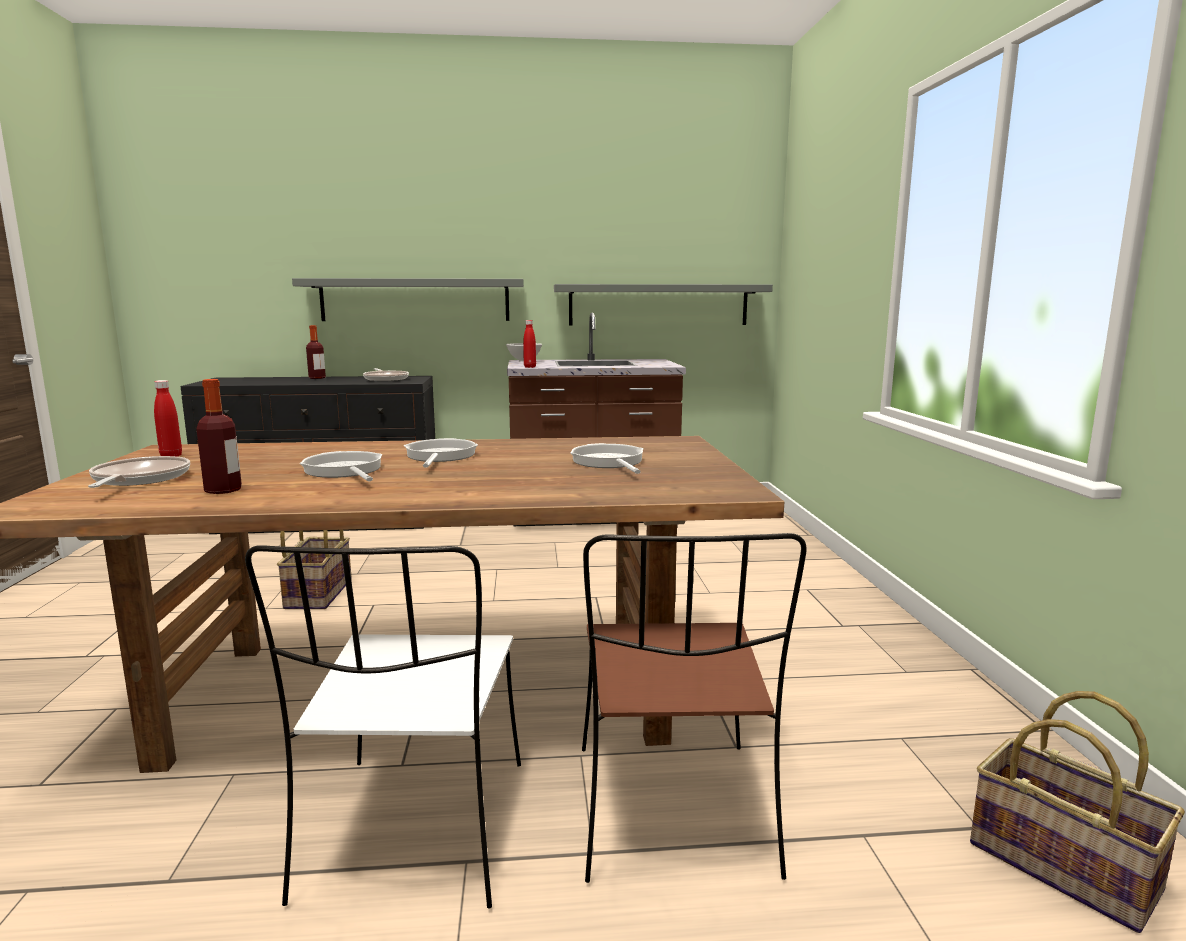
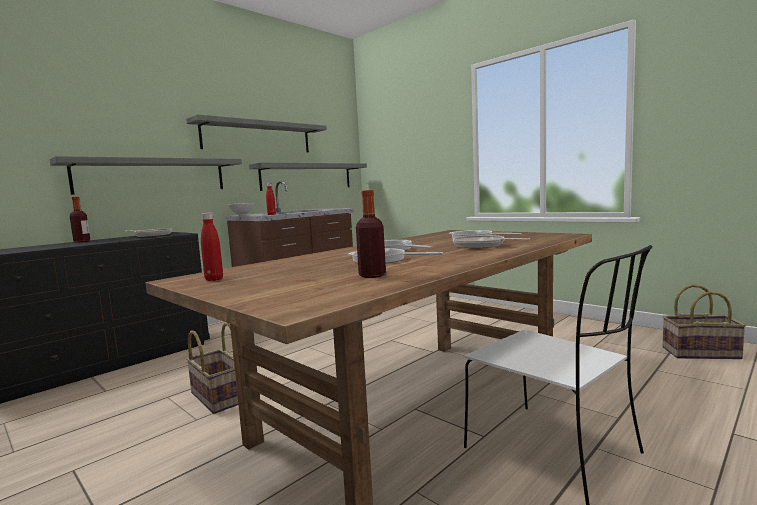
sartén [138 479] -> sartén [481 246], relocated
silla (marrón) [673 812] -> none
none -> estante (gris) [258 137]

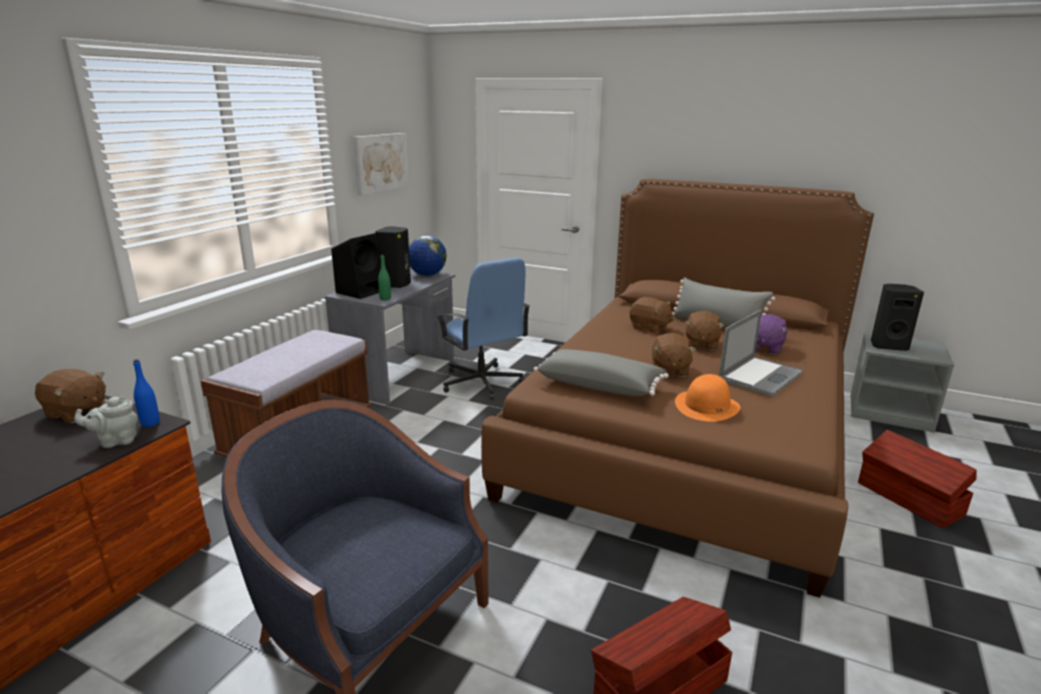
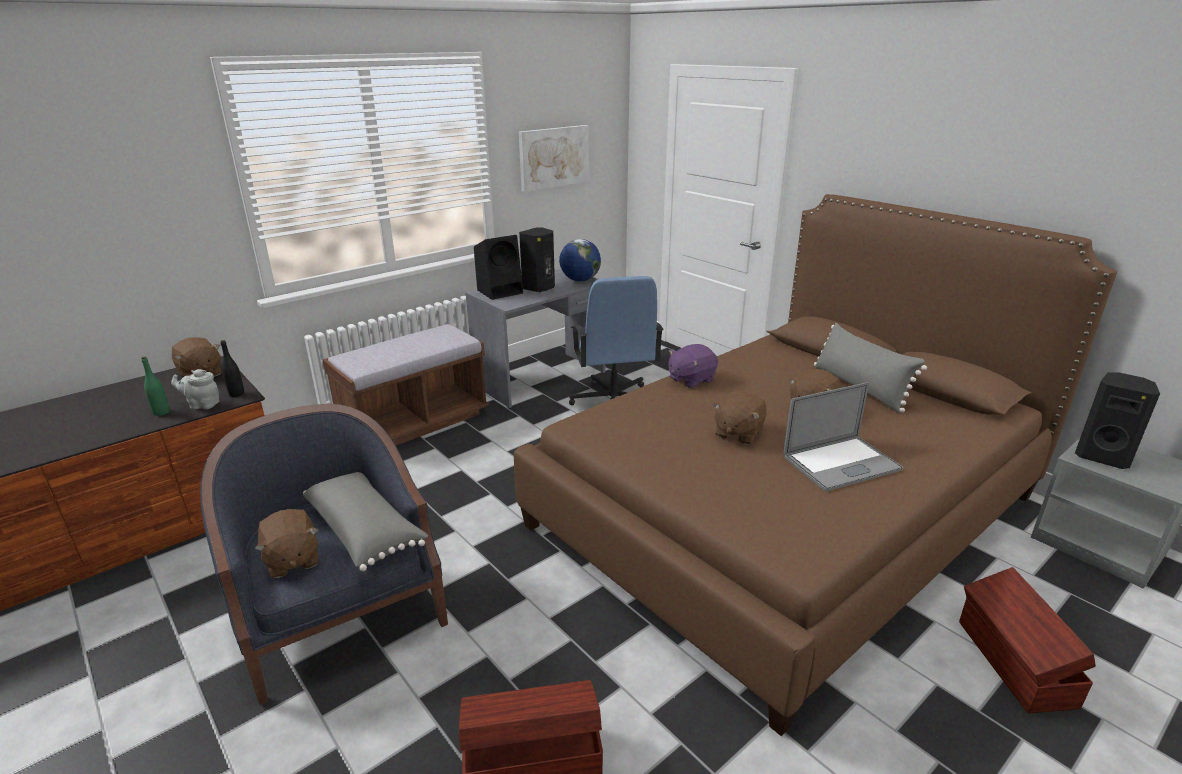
botella (azul) [150 423] -> botella (negro) [236 394]
botella (verde) [385 299] -> botella (verde) [161 412], relocated
cojín (gris) [600 385] -> cojín (gris) [365 531], relocated
peluche (marrón) [649 327] -> peluche (marrón) [292 560], relocated
sombrero (naranja) [707 406] -> none
peluche (morado) [764 348] -> peluche (morado) [690 380], relocated

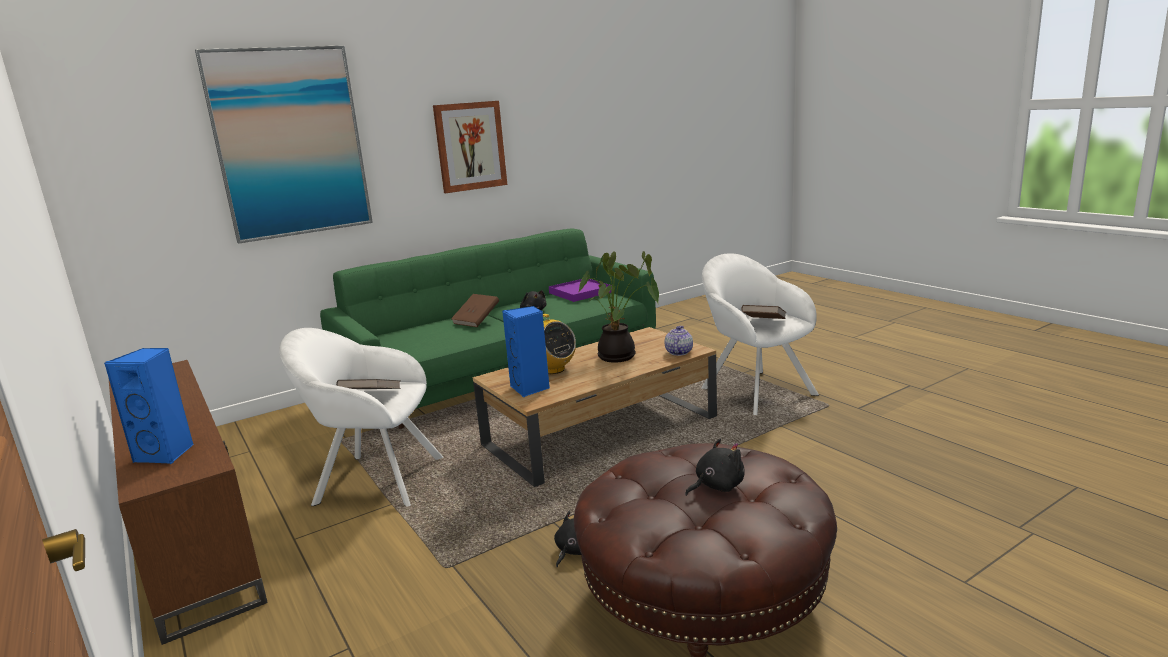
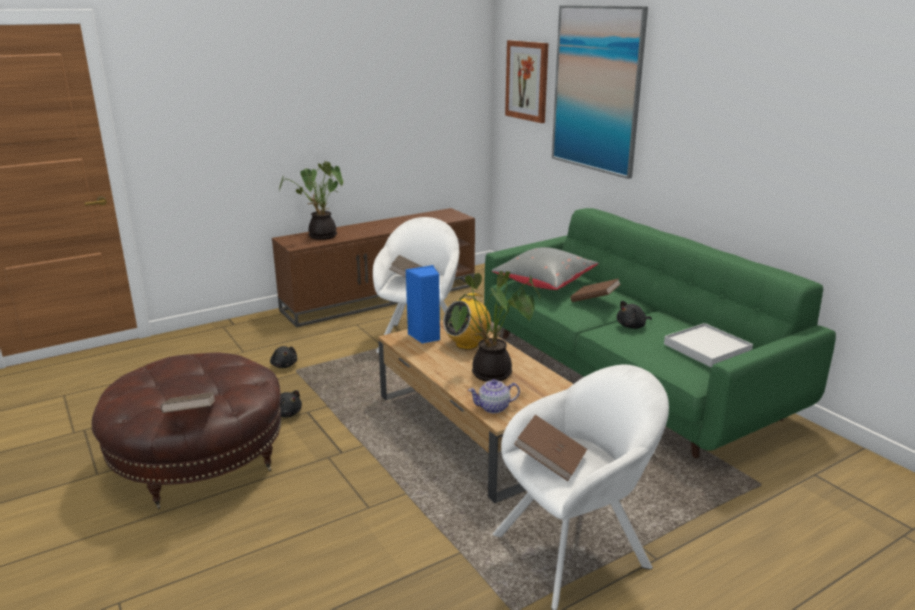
altavoz (azul) [167 454] -> planta en maceta [320 236]
cuadro [470 146] -> cuadro [527 81], relocated
bandeja (morado) [580 292] -> bandeja (blanco) [707 348]
tetera [678 352] -> tetera [494 408], 150 degrees clockwise
peluche (negro) [716 486] -> peluche (negro) [284 365], relocated
none -> libro (marrón) [191 415]
none -> cojín (gris) [544 283]

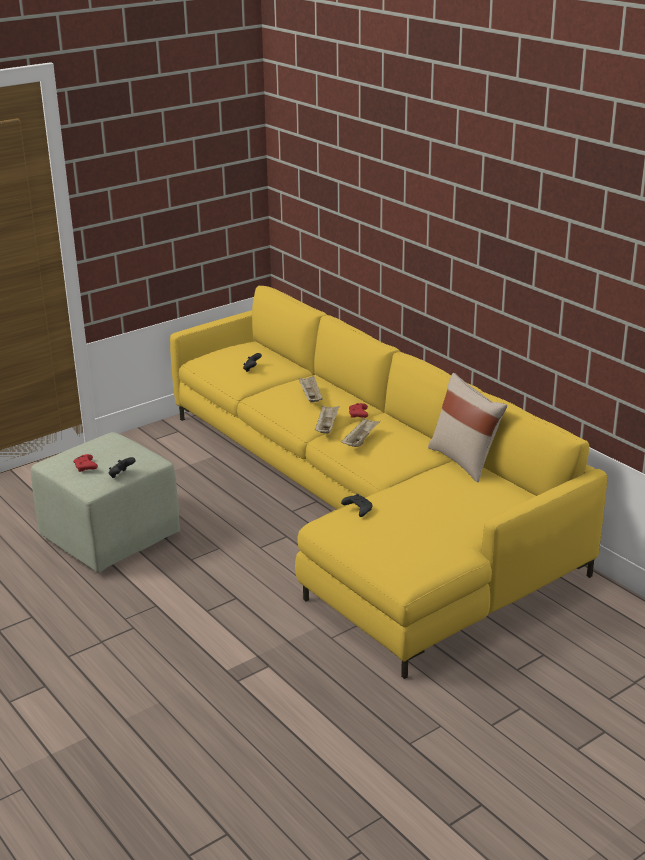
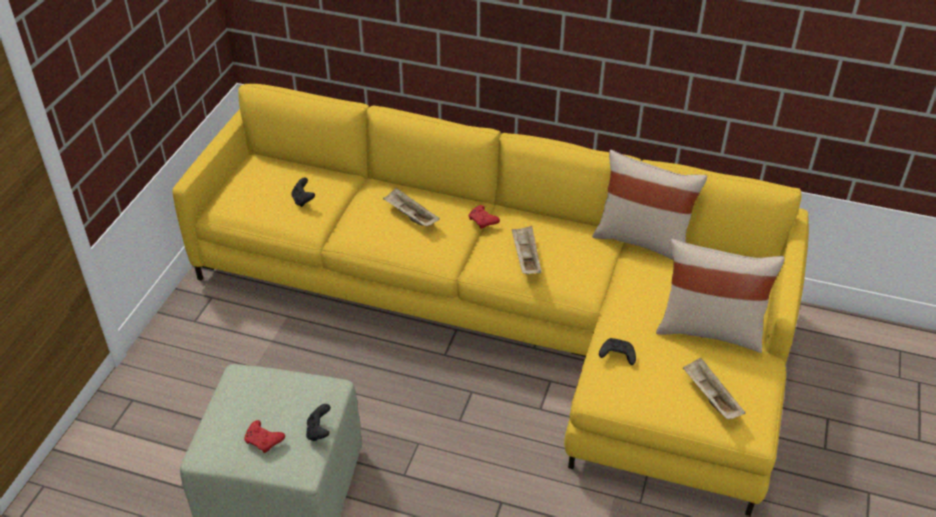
bandeja (beis) [326 427] -> bandeja (beis) [709 397], relocated
none -> cojín (beis) [709 329]

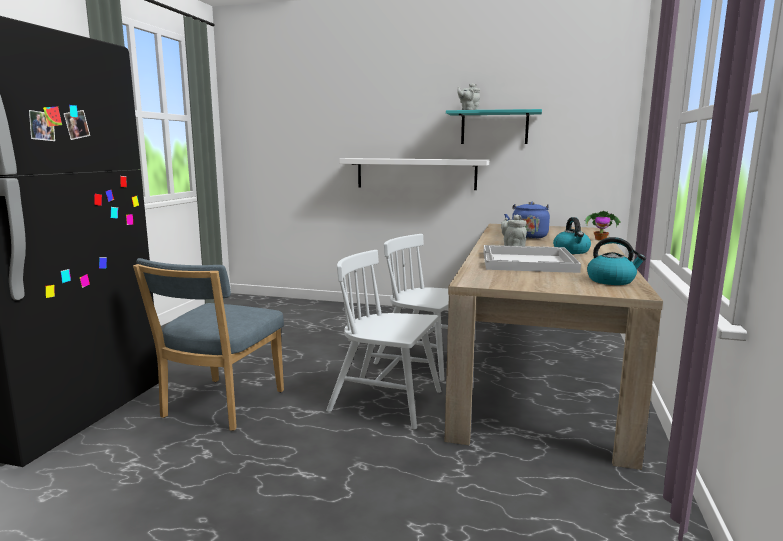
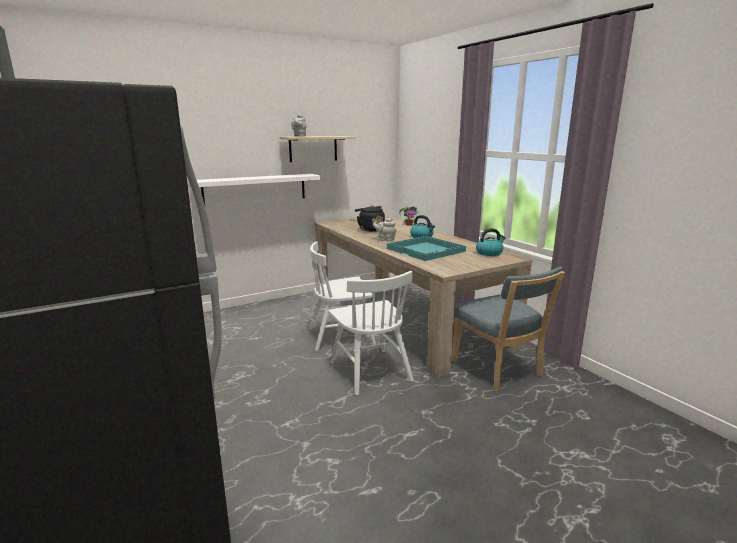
silla (azul) [220 406] -> silla (azul) [498 371], relocated
silla (blanco) [386 401] -> silla (blanco) [370 371], 90 degrees counterclockwise
estante (turquesa) [494 128] -> estante (beis) [313 148]
bandeja (blanco) [528 262] -> bandeja (turquesa) [426 250]
hervidor (azul) [528 236] -> hervidor (negro) [370 230]

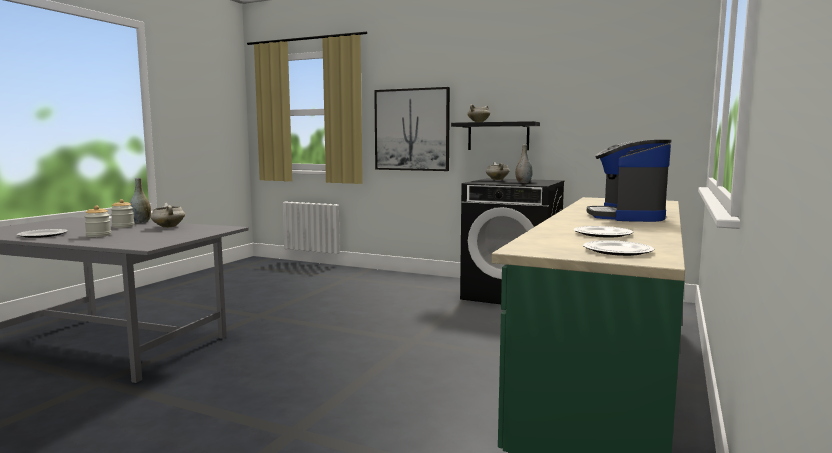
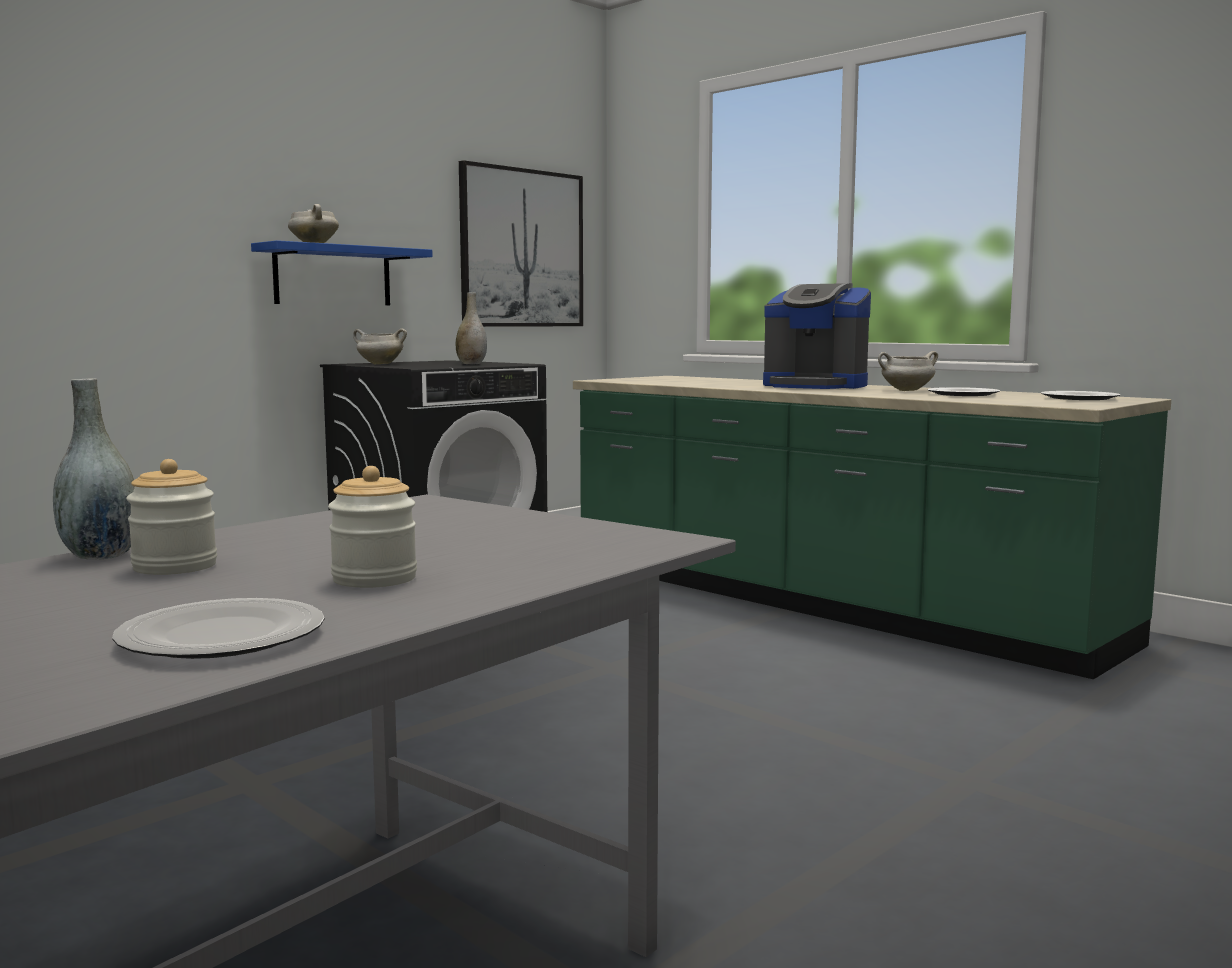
olla (blanco) [168 227] -> olla (blanco) [906 390], relocated
cuadro [411 129] -> cuadro [522 248], relocated
estante (negro) [498 136] -> estante (azul) [333 276]

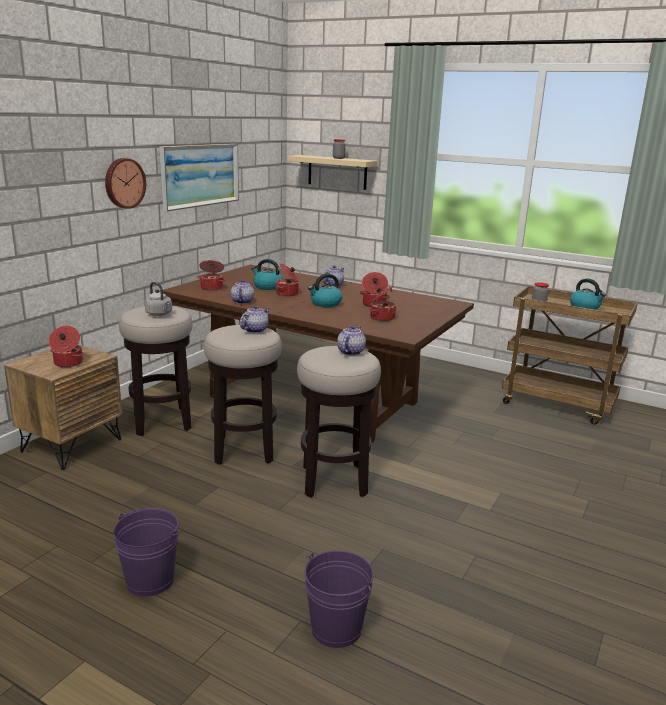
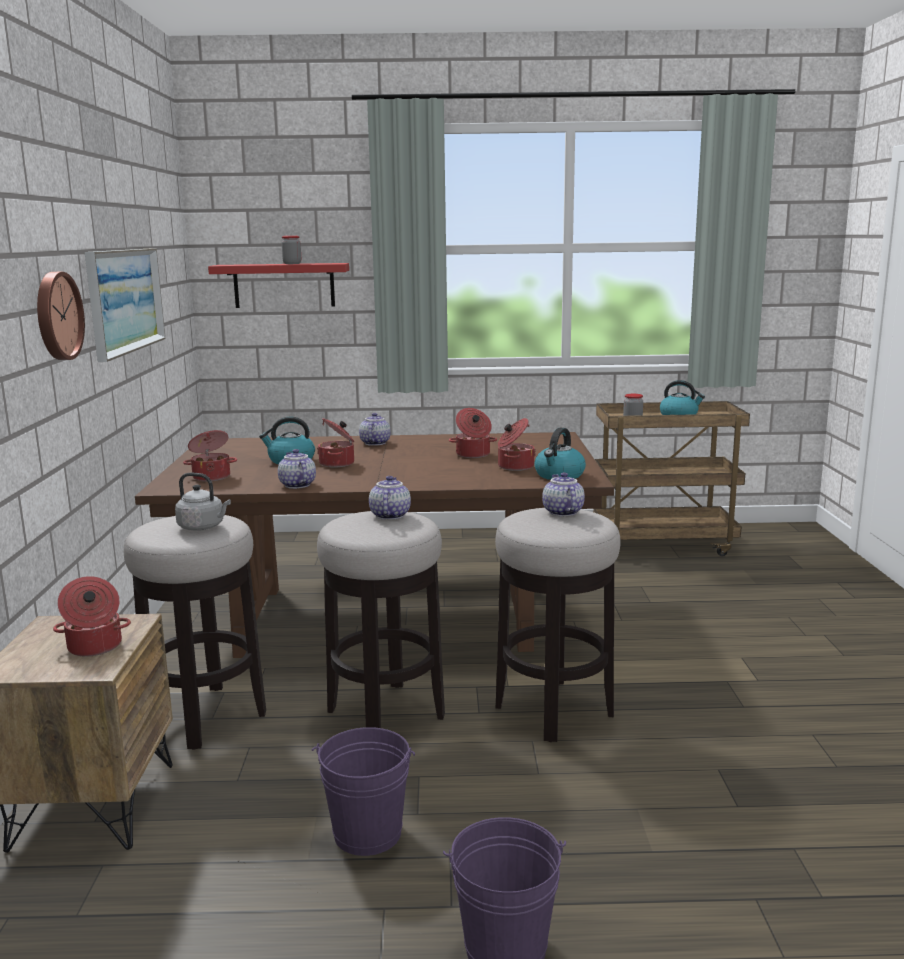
estante (beis) [337 172] -> estante (rojo) [284 285]
cubo (morado) [336 628] -> cubo (morado) [367 833], relocated
hervidor [325 303] -> hervidor [559 475], relocated

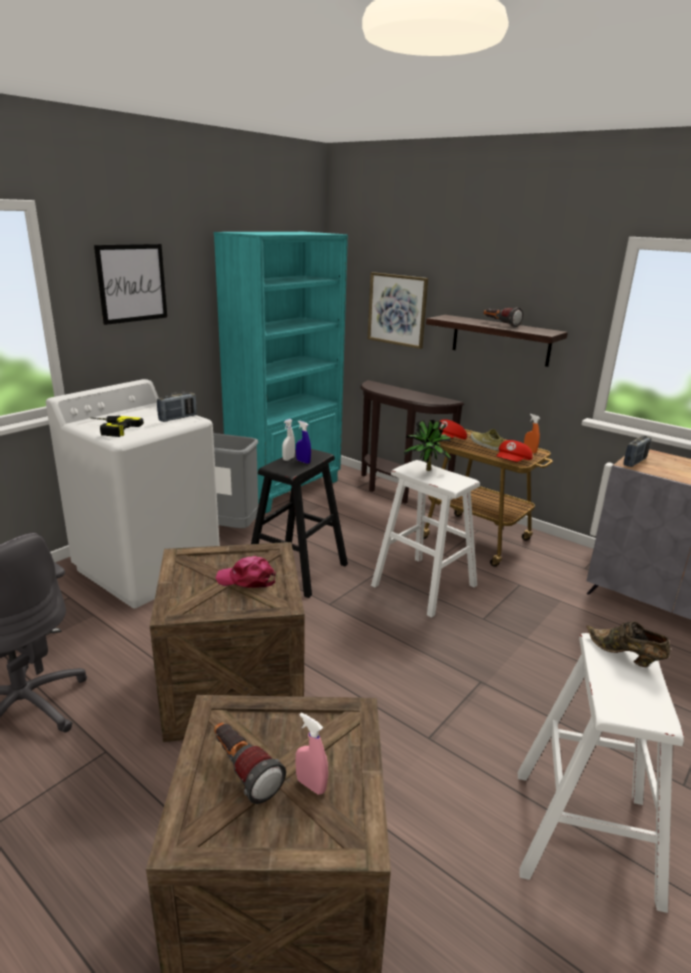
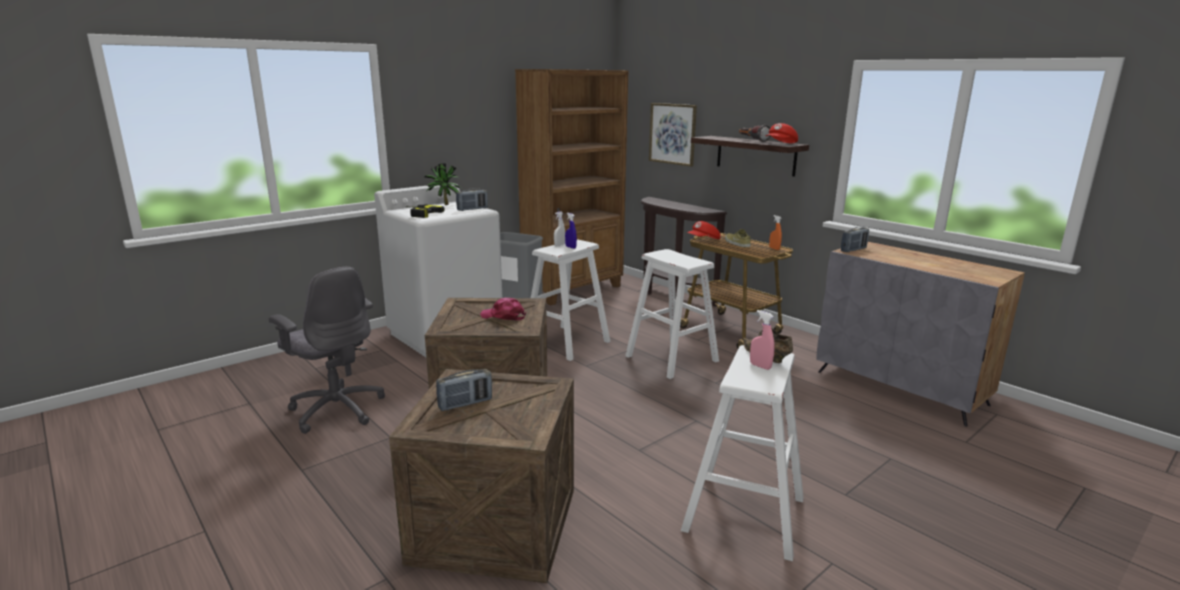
cuadro [132 283] -> none
estantería (turquesa) [286 489] -> estantería (marrón) [574 290]
linterna [243 771] -> radio [465 404]
taburete (negro) [297 569] -> taburete (blanco) [566 342]
pulverizador (rosa) [311 785] -> pulverizador (rosa) [760 366], relocated
planta en maceta [426 471] -> planta en maceta [444 205], relocated
gorra (rojo) [513 463] -> gorra (rojo) [781 144], relocated

